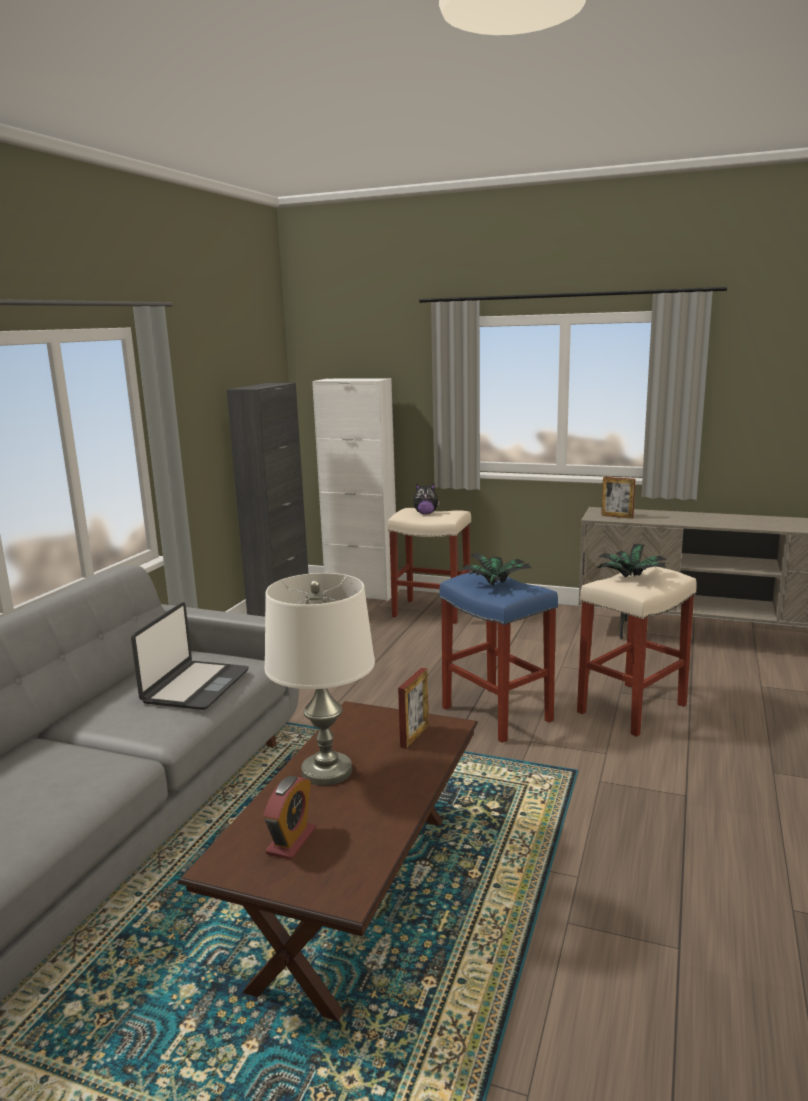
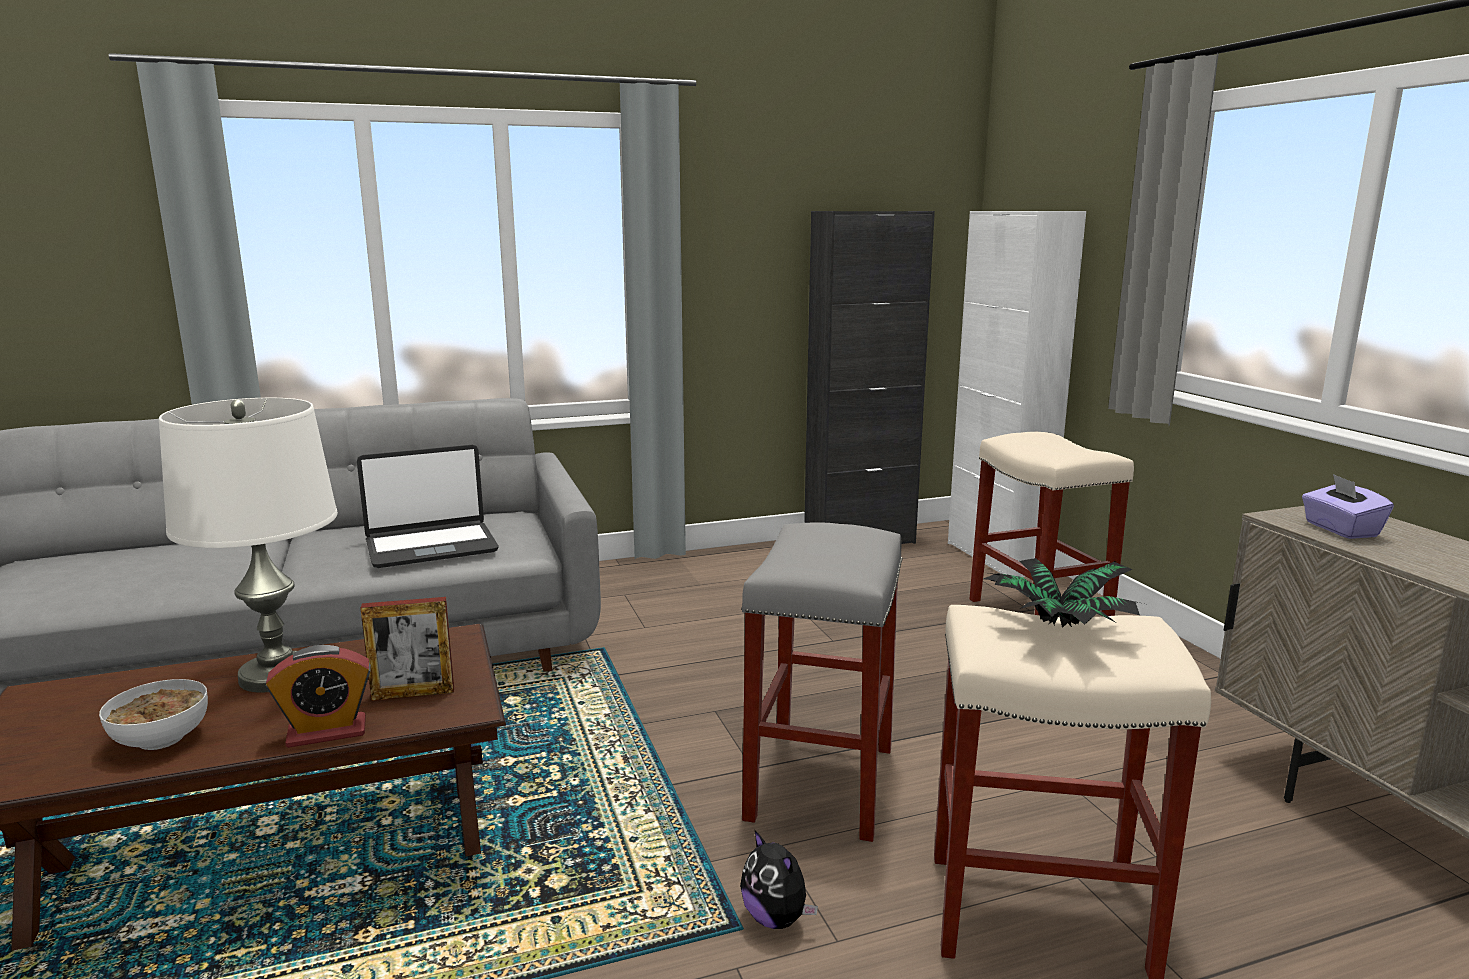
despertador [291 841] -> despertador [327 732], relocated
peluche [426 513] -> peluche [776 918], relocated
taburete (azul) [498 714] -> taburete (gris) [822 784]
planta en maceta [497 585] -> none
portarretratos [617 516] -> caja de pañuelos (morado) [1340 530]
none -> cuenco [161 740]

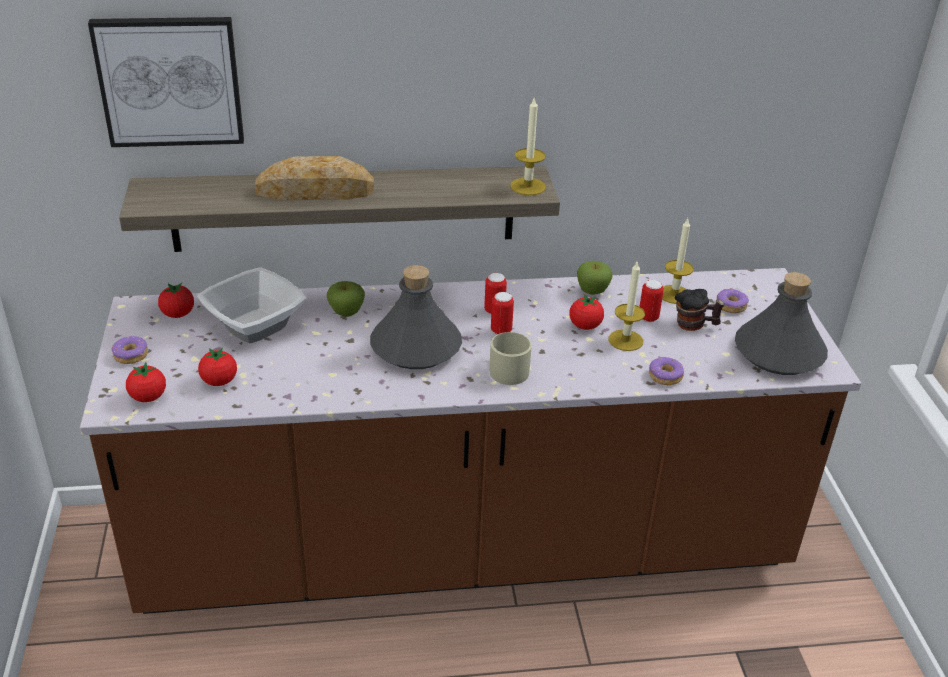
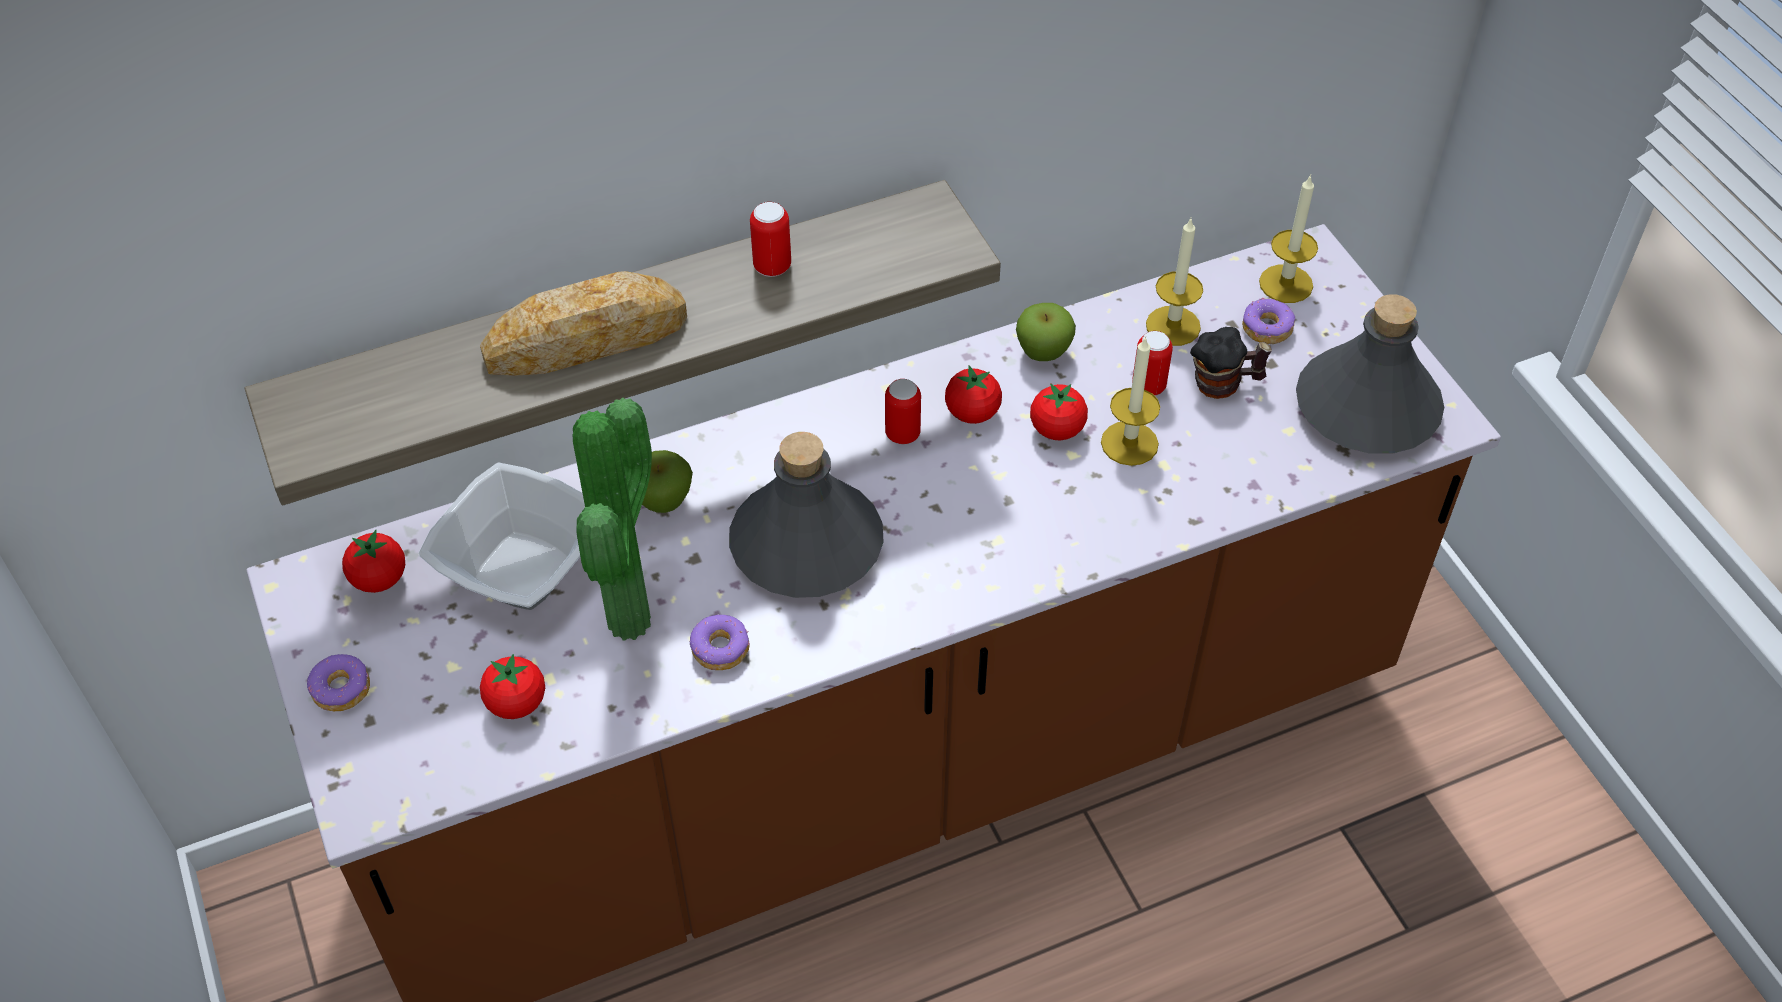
cuadro [170 81] -> none
tomate [148 397] -> tomate [972 413], relocated
taza grande (beis) [506 369] -> none
lata [501 330] -> lata [772 266], relocated
vela [528 186] -> vela [1286 284], relocated
rosquilla [665 376] -> rosquilla [721 649], relocated
none -> planta en maceta [638 622]

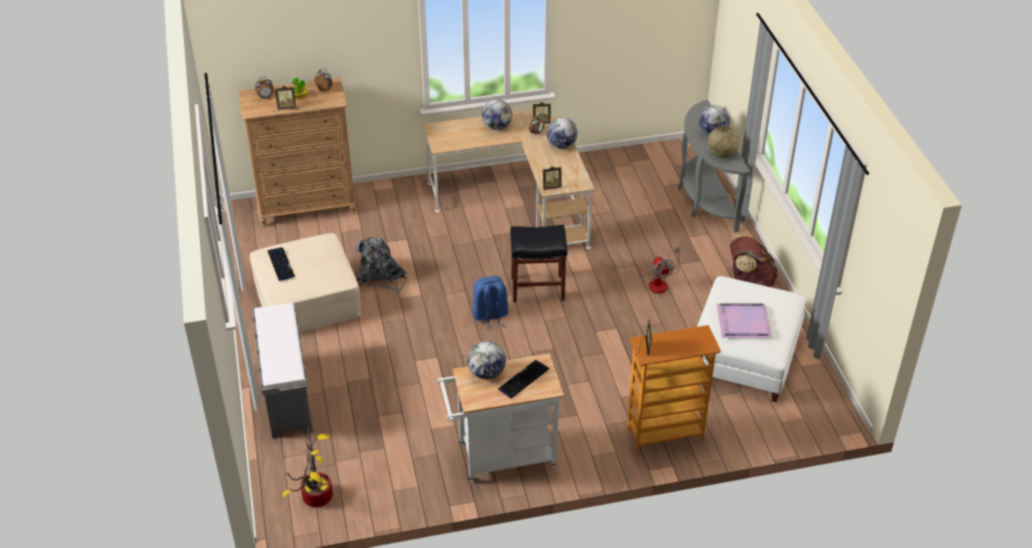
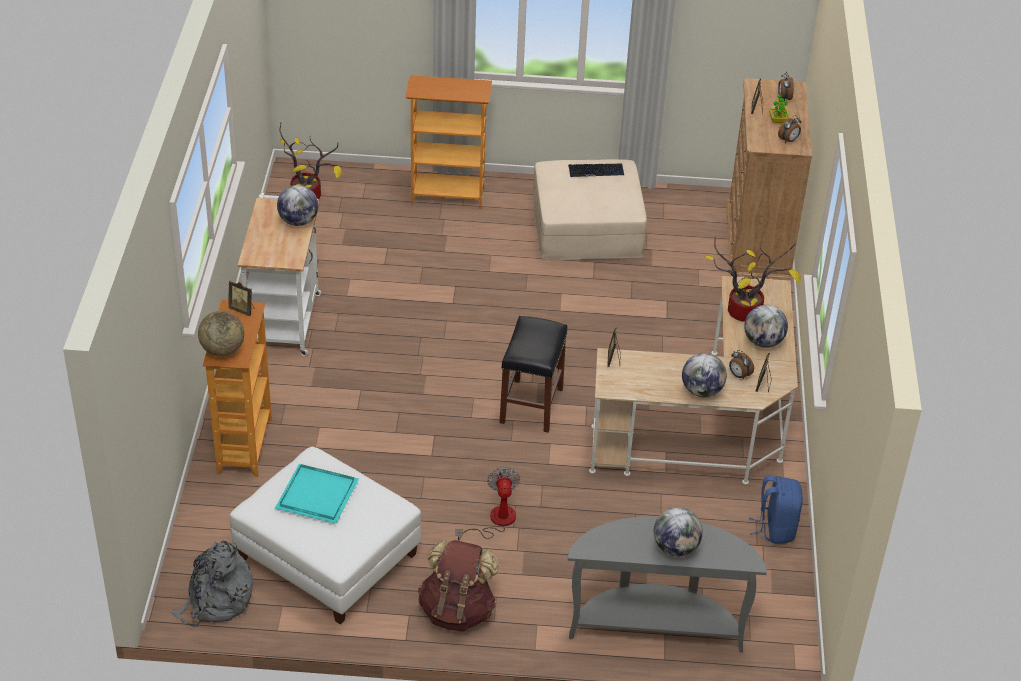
banco (gris) [286 395] -> estantería [448 195]
mochila (gris) [381 277] -> mochila (gris) [216 601], relocated
mochila (azul) [490 316] -> mochila (azul) [775 528], relocated
teclado [523 379] -> none
ventilador [661 282] -> ventilador [495 521], 90 degrees clockwise
globo terráqueo [721 154] -> globo terráqueo [222 350], relocated
bandeja (morado) [744 323] -> bandeja (turquesa) [315 496]
none -> planta en maceta [747 310]

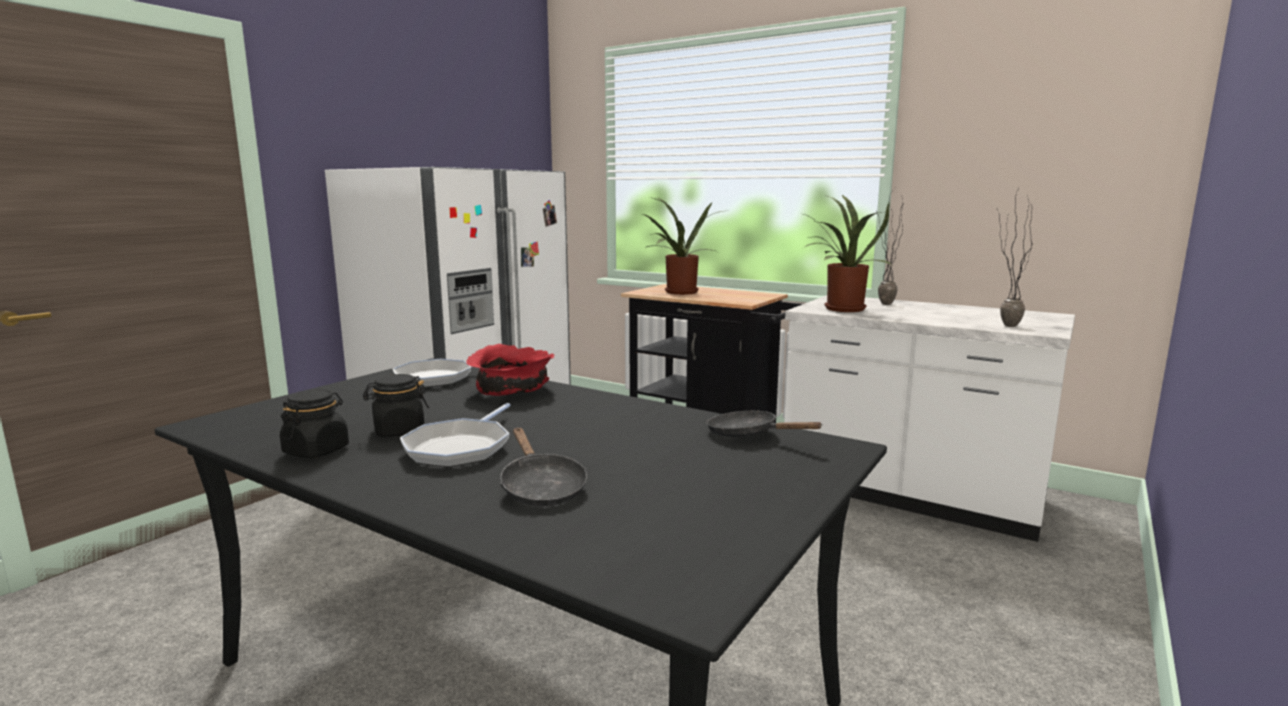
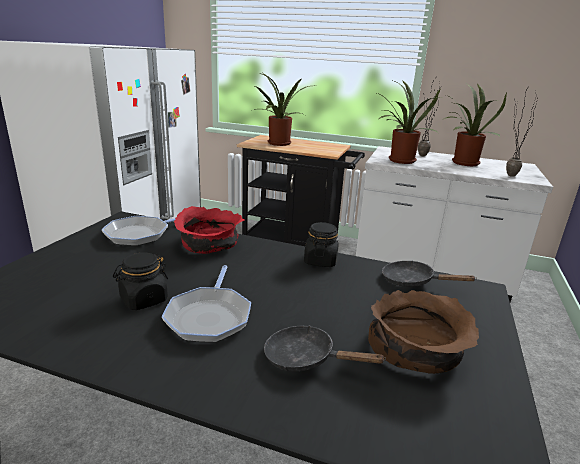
tarro (negro) [316 450] -> tarro (negro) [320 261], relocated
sartén (negro) [541 488] -> sartén (negro) [306 358], 150 degrees clockwise
none -> cuenco (marrón) [417 350]
none -> planta en maceta [462 163]

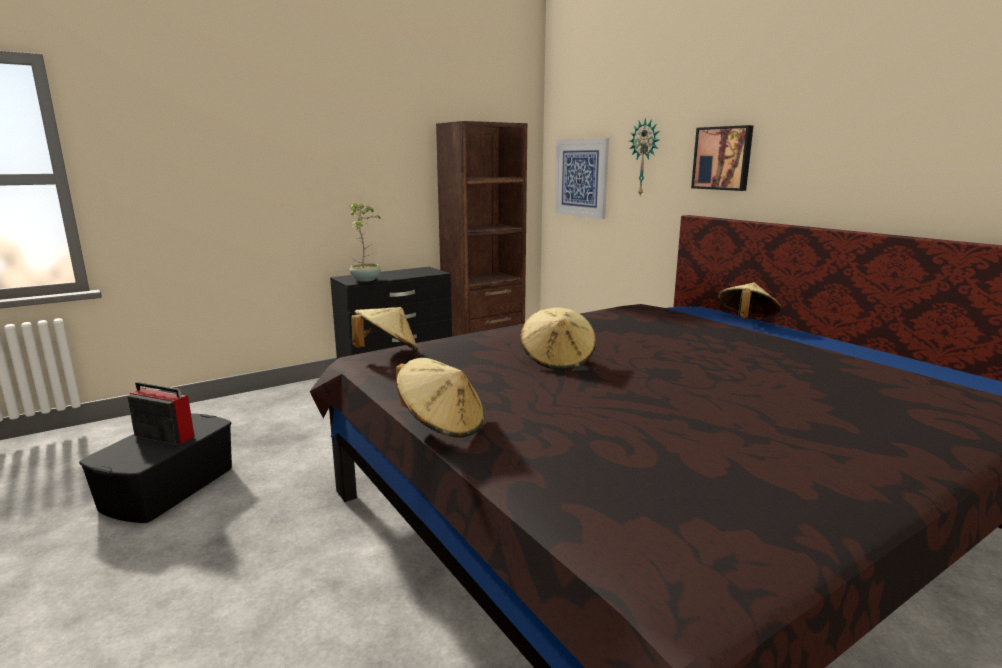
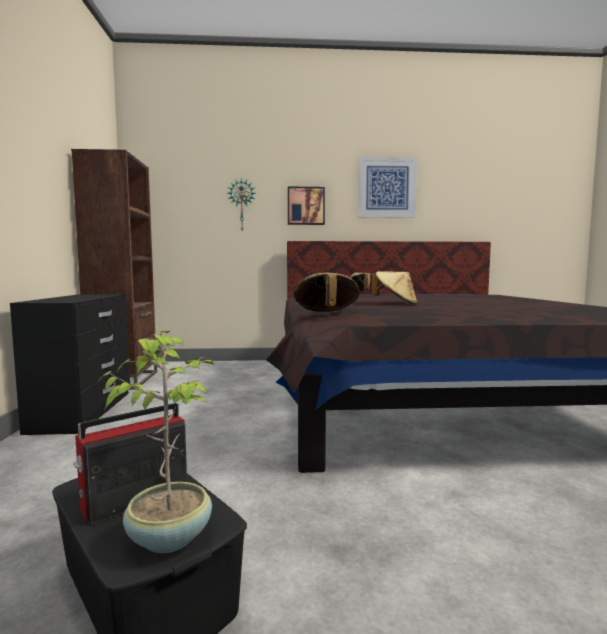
planta en maceta [366 279] -> planta en maceta [170 536], relocated
sombrero (beis) [442 425] -> none
cuadro [581 178] -> cuadro [386 188], relocated

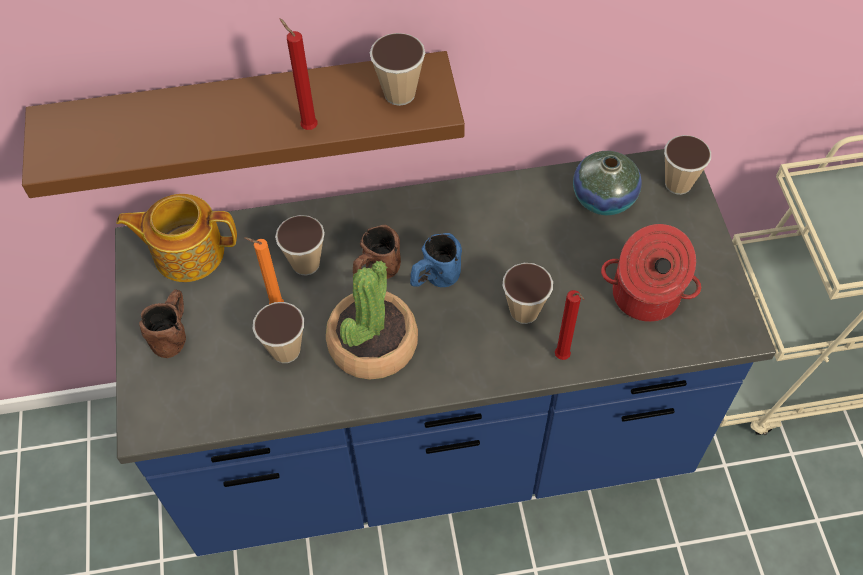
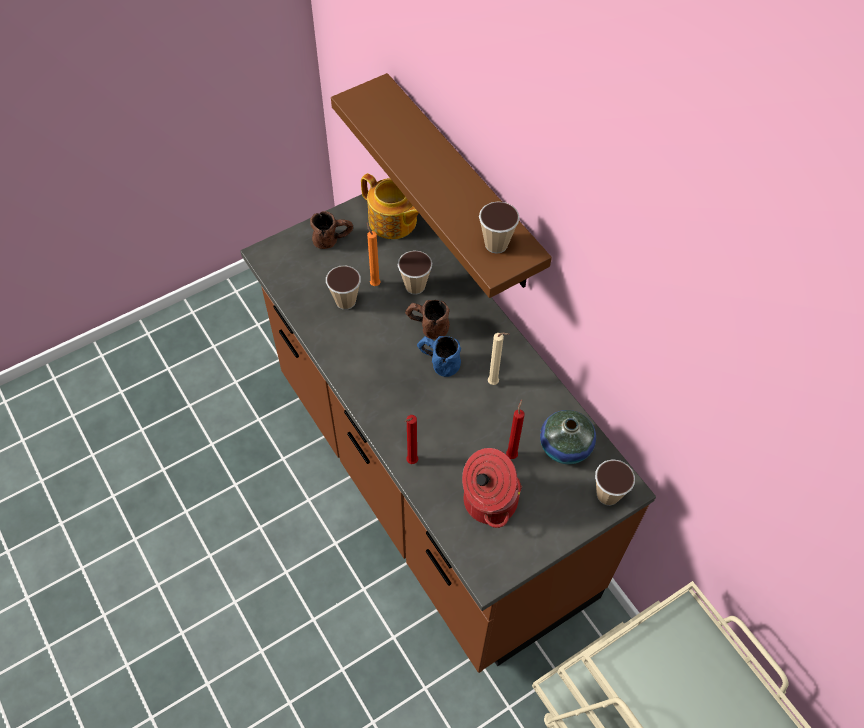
mueble bajo de cocina (azul) [435 445] -> mueble bajo de cocina (marrón) [429 486]
tetera [187 252] -> tetera [393 222], 150 degrees clockwise
vela (rojo) [307 126] -> vela (rojo) [512 454], relocated
planta en maceta [372 344] -> none
taza [524 311] -> none
none -> vela (beis) [494 383]

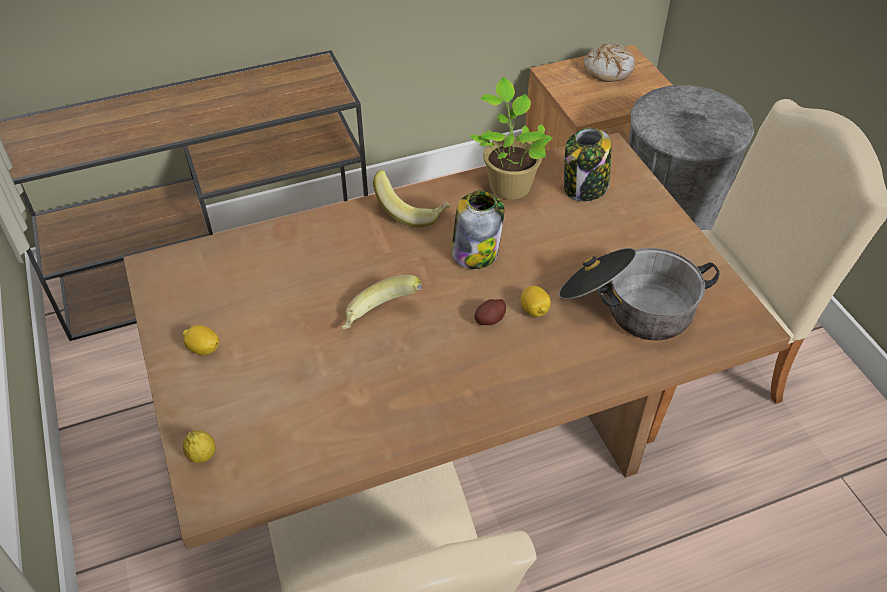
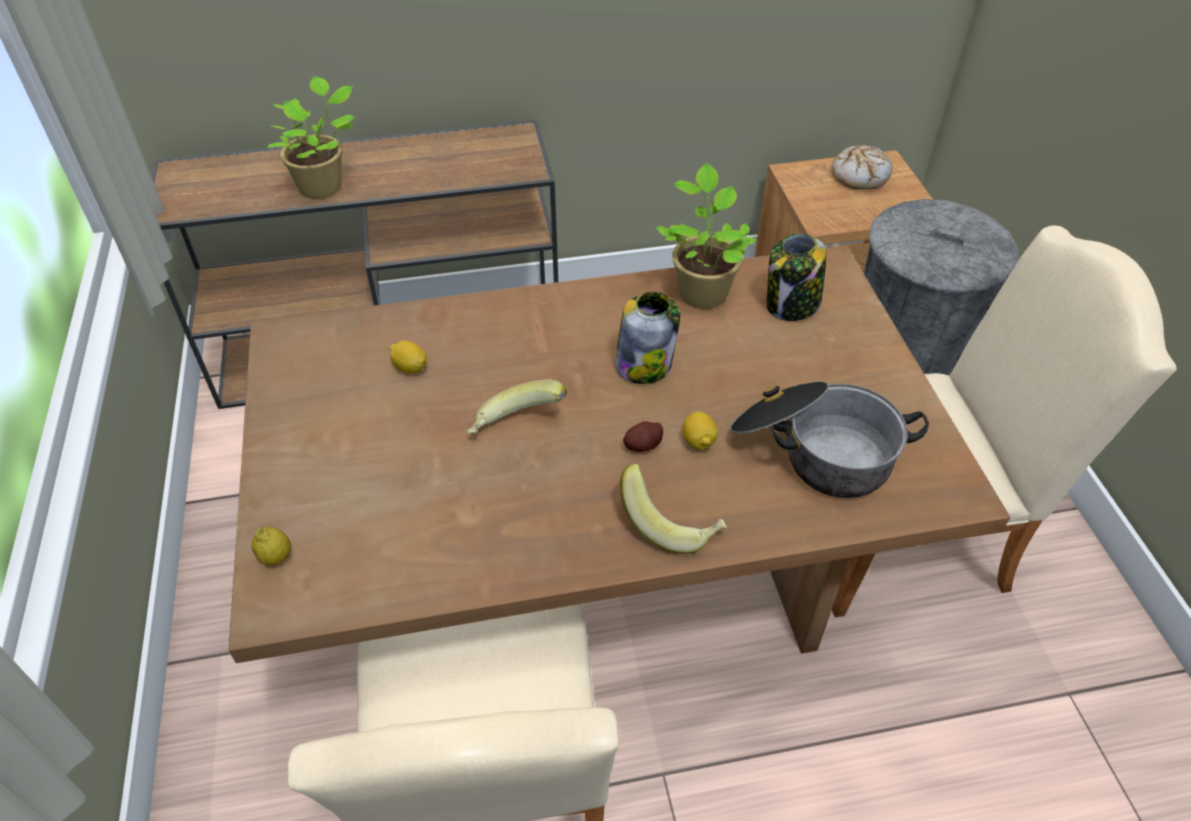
limón [203 349] -> limón [410 368], relocated
plátano [412 211] -> plátano [671 523], relocated
none -> planta en maceta [324 186]

